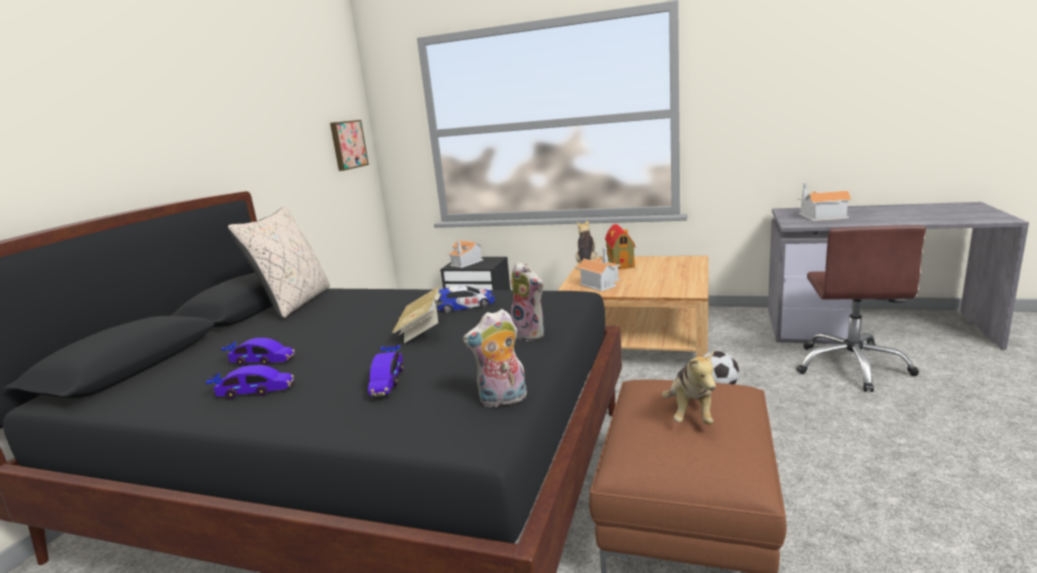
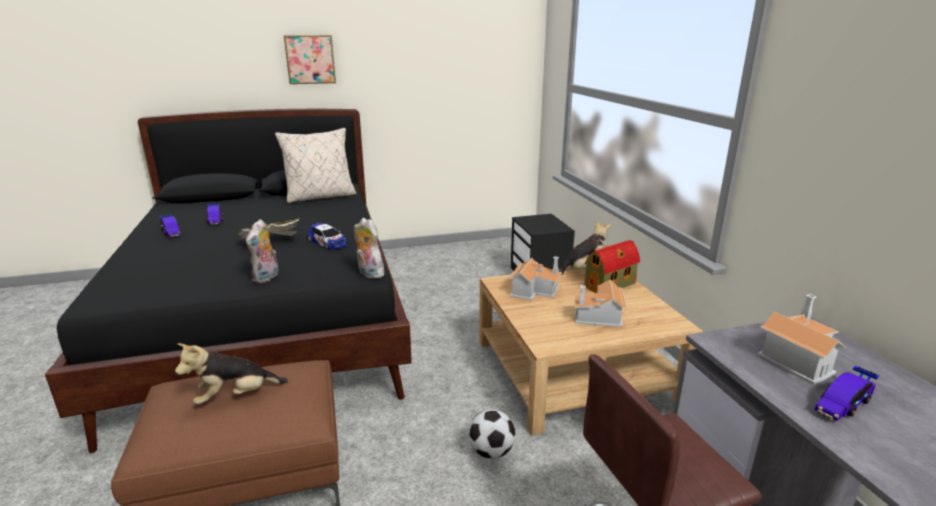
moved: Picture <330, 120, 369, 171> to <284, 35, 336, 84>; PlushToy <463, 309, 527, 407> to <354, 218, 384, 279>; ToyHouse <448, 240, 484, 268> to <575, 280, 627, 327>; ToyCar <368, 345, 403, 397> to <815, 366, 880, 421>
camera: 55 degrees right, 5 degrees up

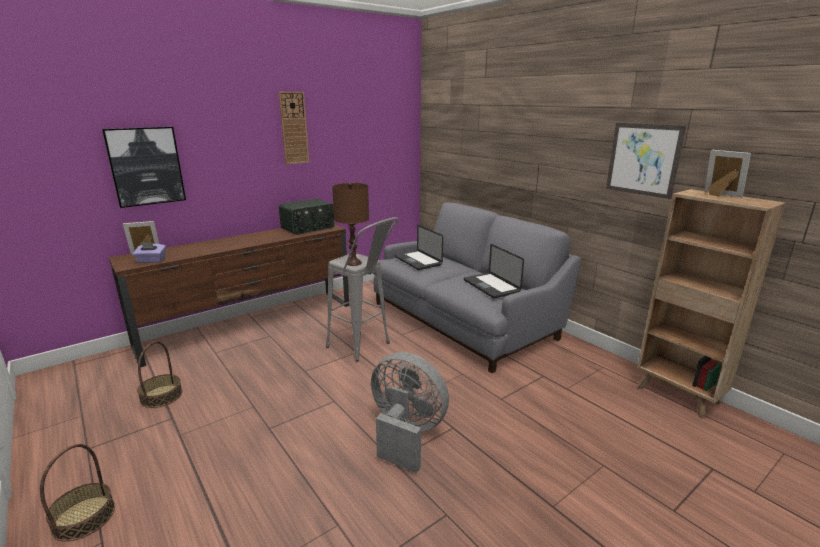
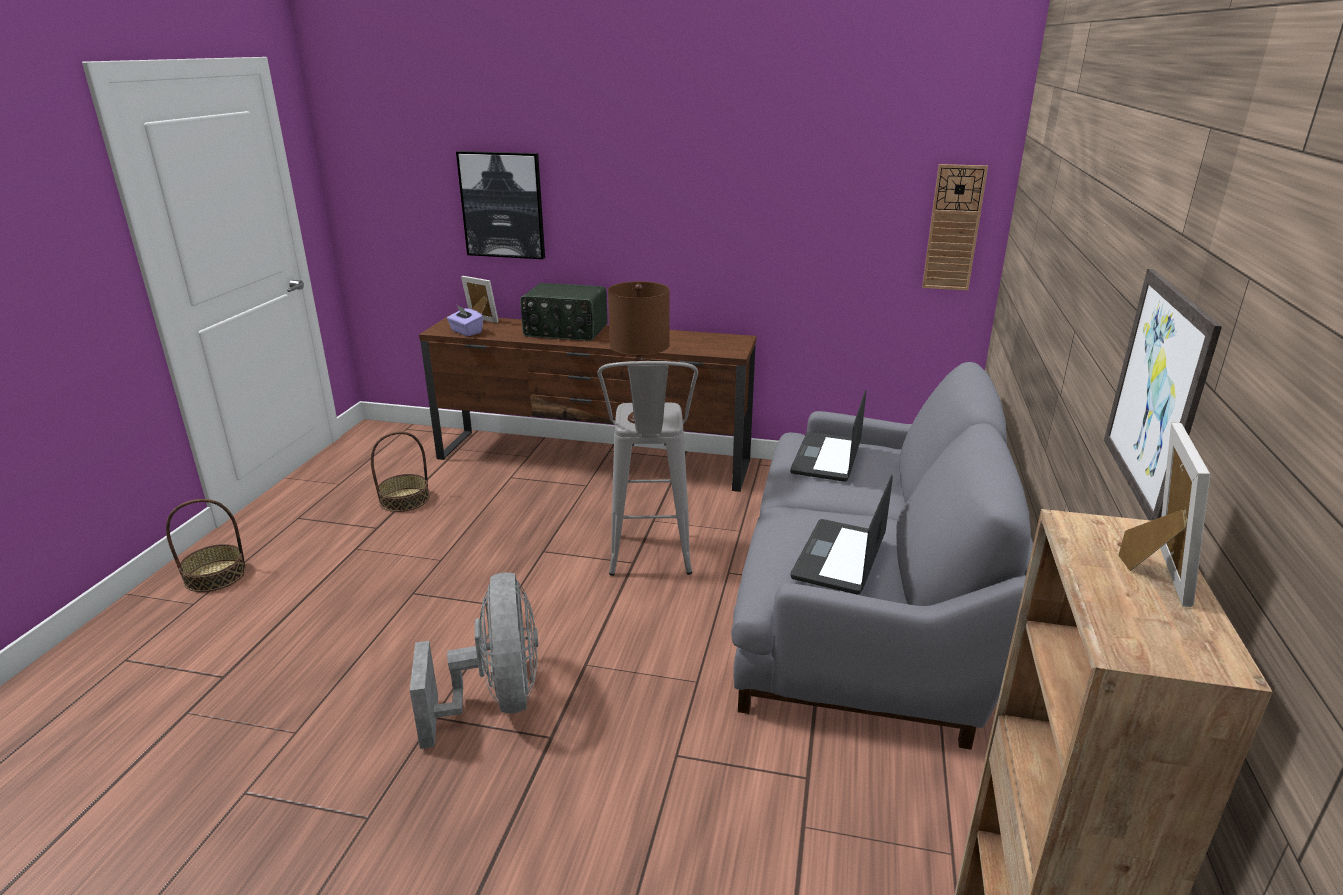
moved: Radio <279, 199, 335, 235> to <520, 283, 608, 341>; WallClock <278, 92, 309, 165> to <922, 164, 988, 291>
camera: 50 degrees right, 5 degrees up

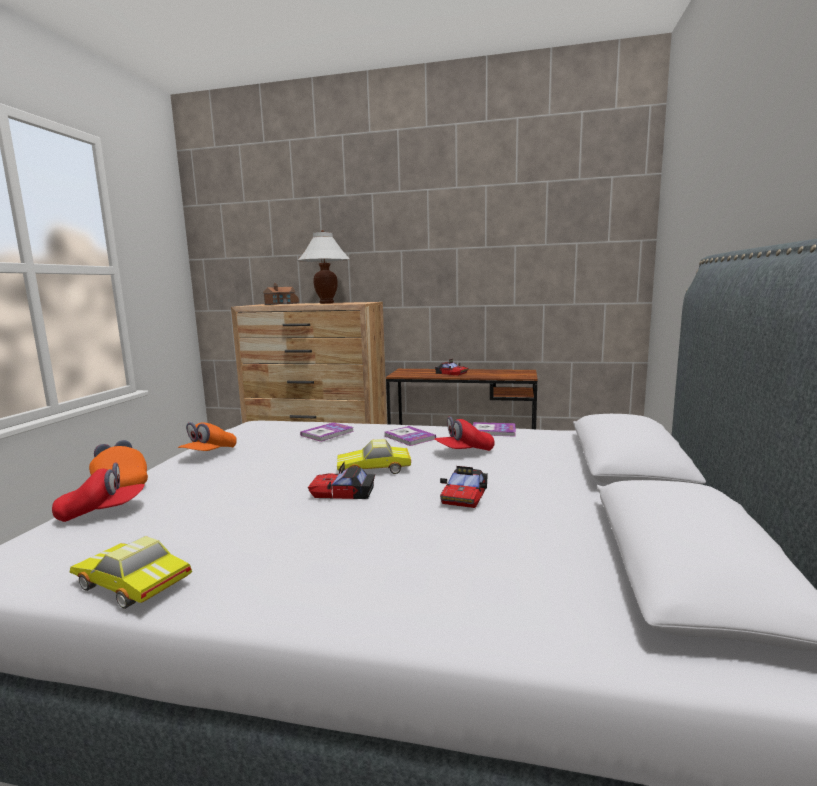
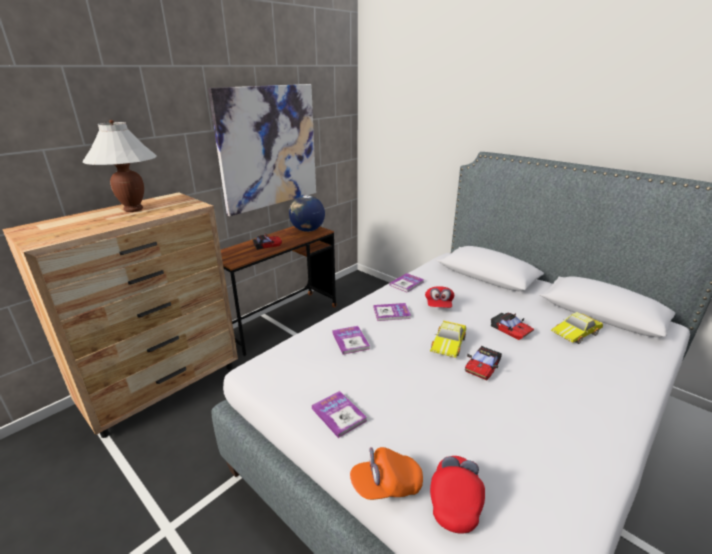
removed: ToyHouse <263, 283, 299, 305>
added: Picture <208, 84, 316, 216>; Globe <289, 195, 325, 232>
moved: ToyCar <70, 536, 192, 609> to <551, 312, 603, 344>
replaced: OrangeCap <178, 422, 237, 451> to Book <312, 391, 367, 438>
camera: 60 degrees left, 15 degrees up

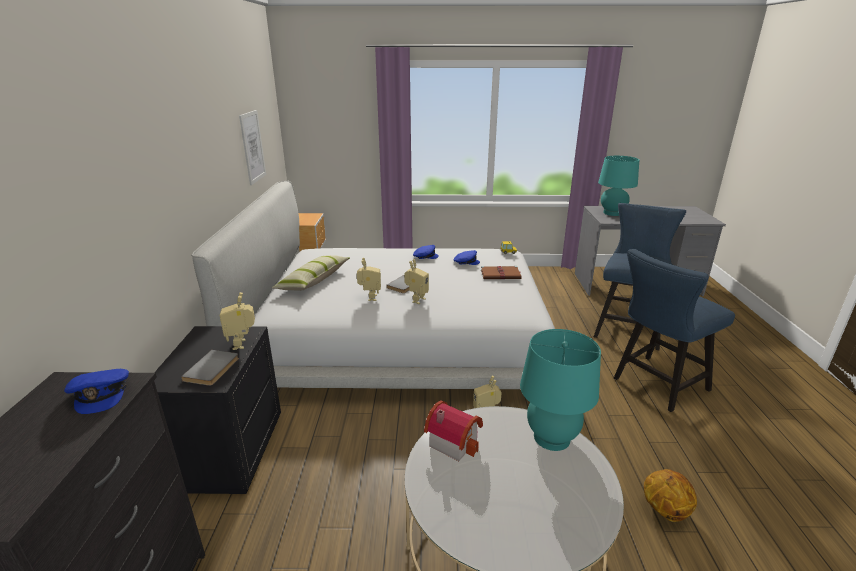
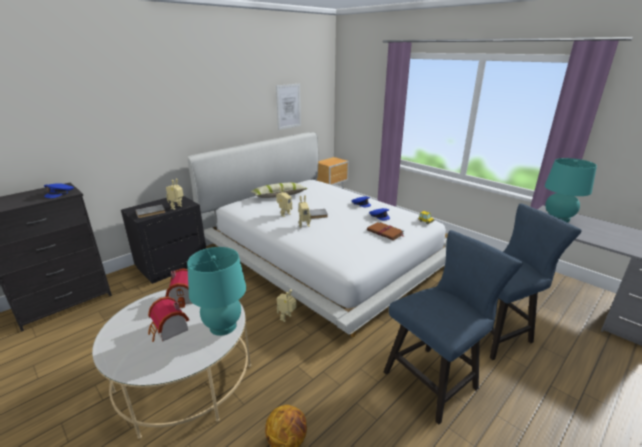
added: ToyHouse <148, 297, 189, 342>
turned: BlueChair <614, 249, 735, 412> = <384, 230, 523, 424> 135 degrees clockwise
camera: 45 degrees right, 0 degrees up

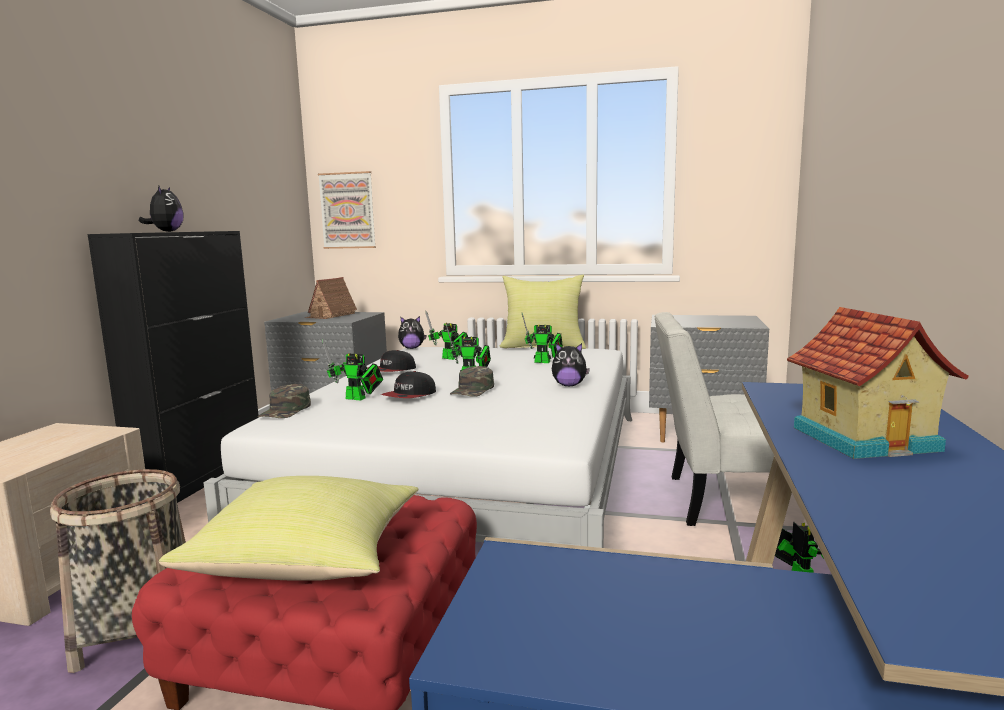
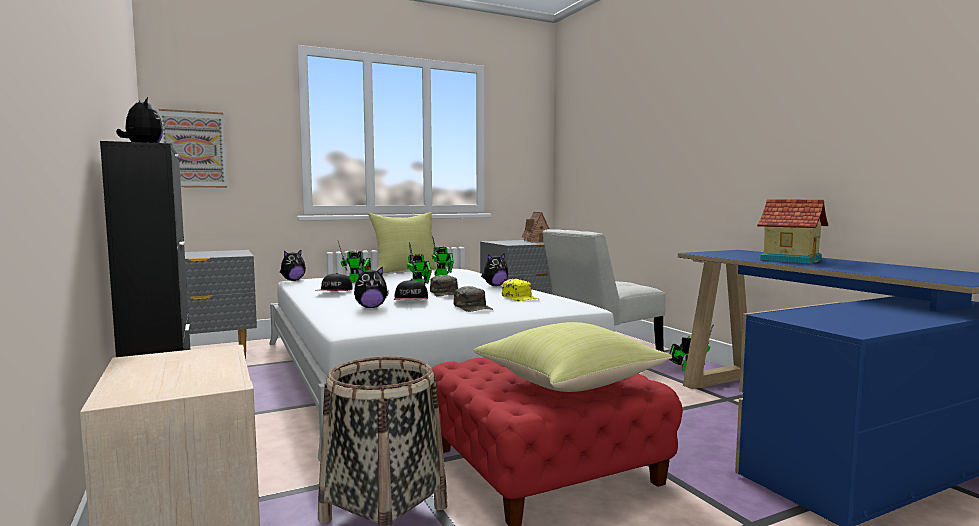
added: YellowCap <502, 279, 538, 301>
moved: GreenCap <257, 384, 311, 418> to <454, 286, 493, 312>; ToyHouse <305, 277, 357, 319> to <522, 211, 549, 242>
replaced: ToyRobot <322, 339, 383, 401> to PlushToy <354, 266, 389, 308>
camera: 40 degrees left, 5 degrees down

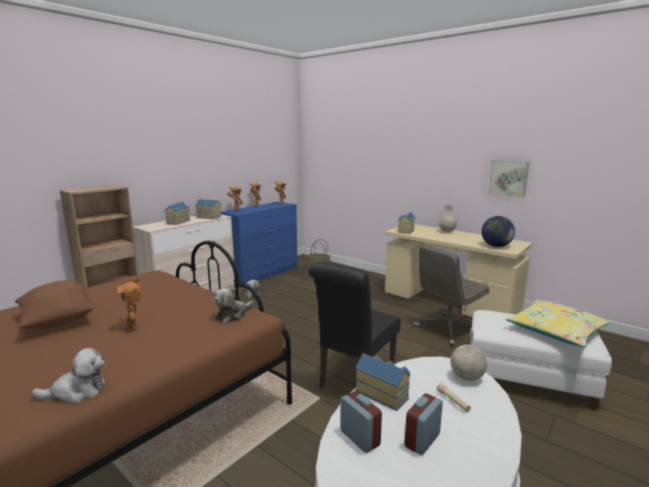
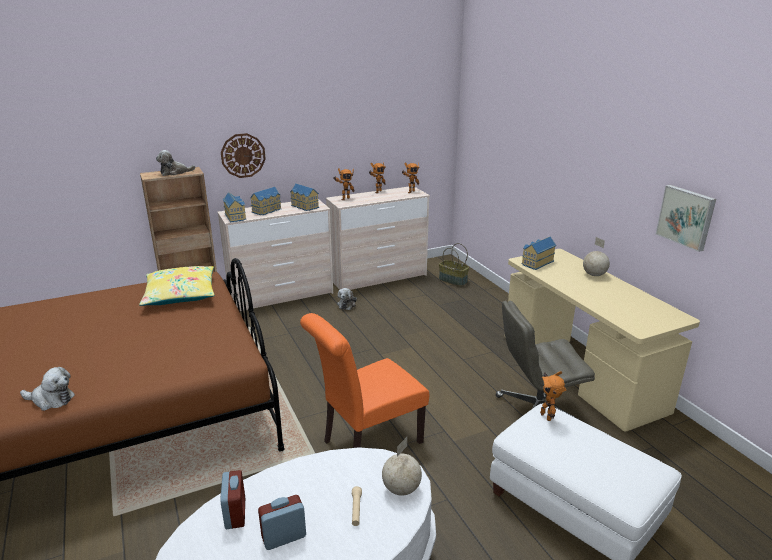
removed: BrownPillow <15, 280, 95, 329>; Globe <481, 216, 515, 247>
added: WallClock <221, 133, 266, 178>
moved: YellowPillow <505, 300, 611, 347> to <139, 266, 214, 306>; PlushToy <214, 288, 254, 323> to <156, 150, 195, 176>; ToyHouse <355, 353, 410, 411> to <223, 192, 246, 222>; ToyRobot <117, 278, 141, 330> to <540, 371, 566, 421>
recoloured: BlackChair <309, 262, 401, 388> to OrangeChair <300, 313, 429, 448>; BlueDresser <221, 202, 298, 288> to BeigeDresser <326, 187, 430, 290>
camera: 25 degrees right, 10 degrees up

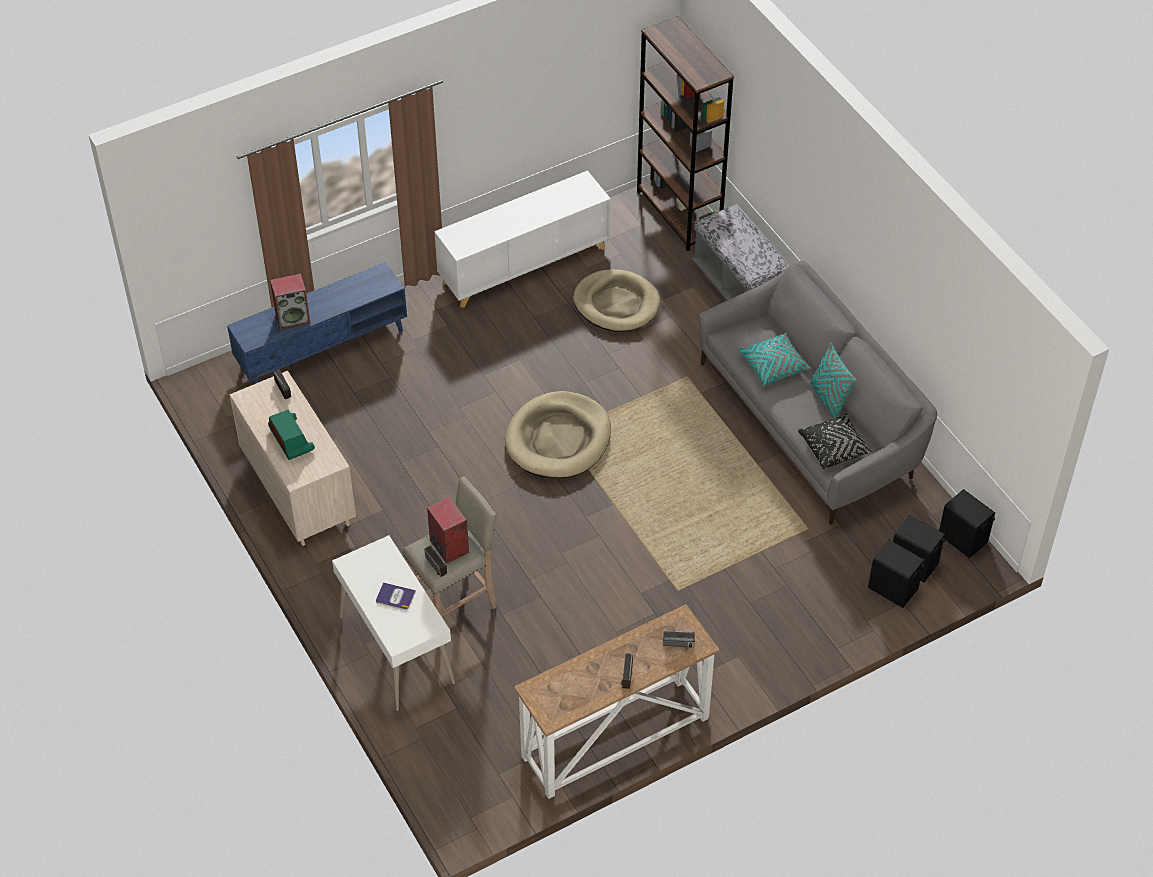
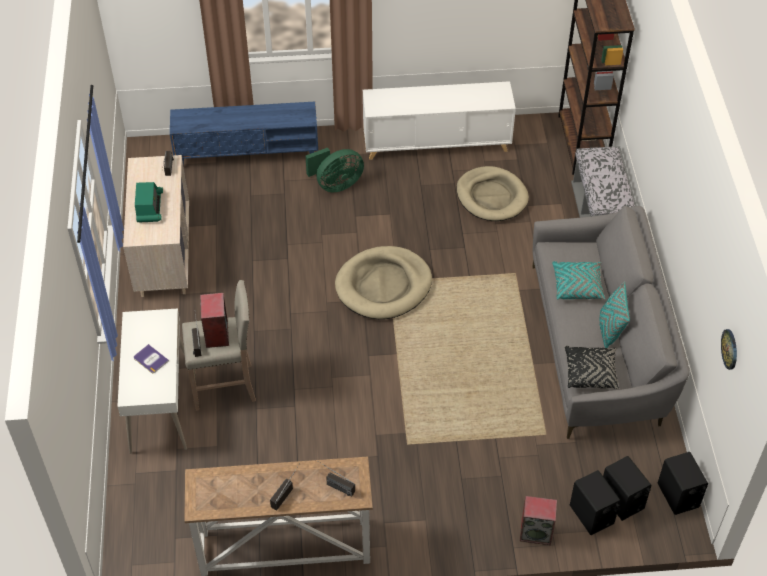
added: GreenFan <305, 148, 364, 192>; WallClock <721, 329, 737, 370>
moved: Speaker <270, 274, 310, 330> to <520, 496, 557, 545>
camera: 25 degrees right, 0 degrees up

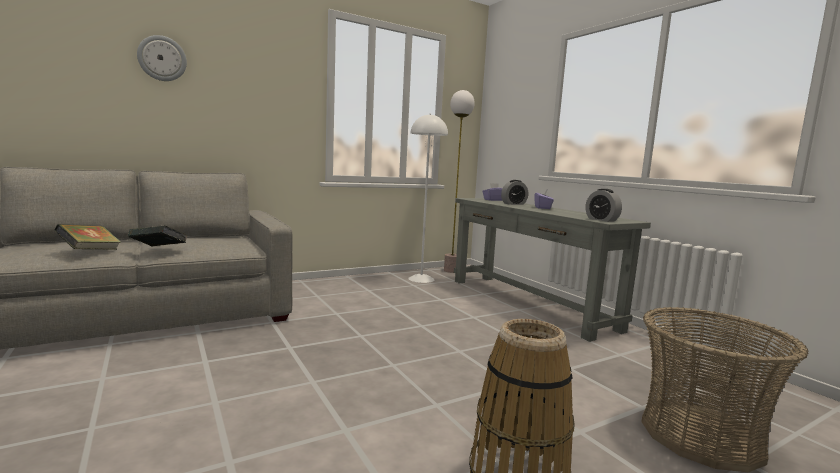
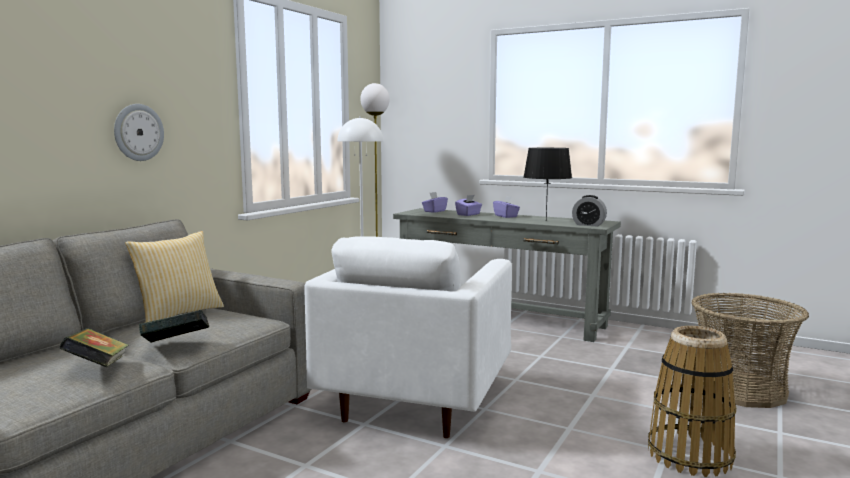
added: Pillow <125, 231, 224, 322>; WhiteArmchair <304, 236, 512, 438>; BlackTableLamp <524, 148, 572, 221>
moved: WallClock <137, 35, 187, 81> to <114, 104, 164, 161>
replaced: AlarmClock <501, 180, 528, 205> to PurpleTissueBox <455, 195, 482, 216>
camera: 30 degrees left, 0 degrees up

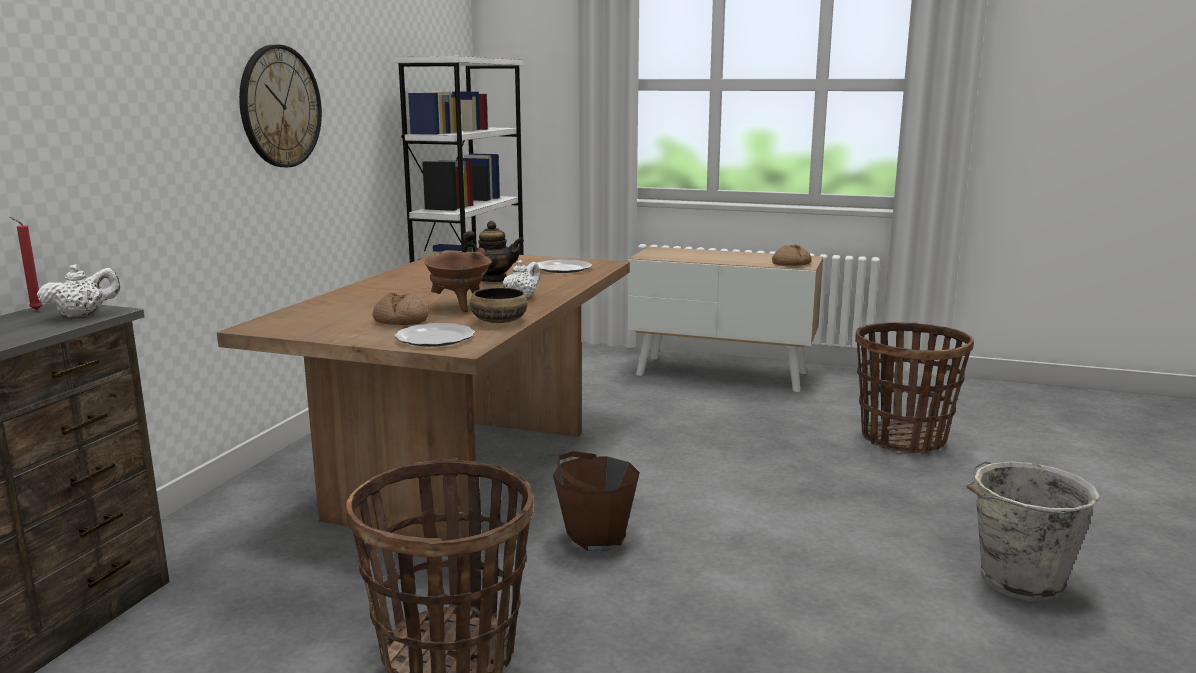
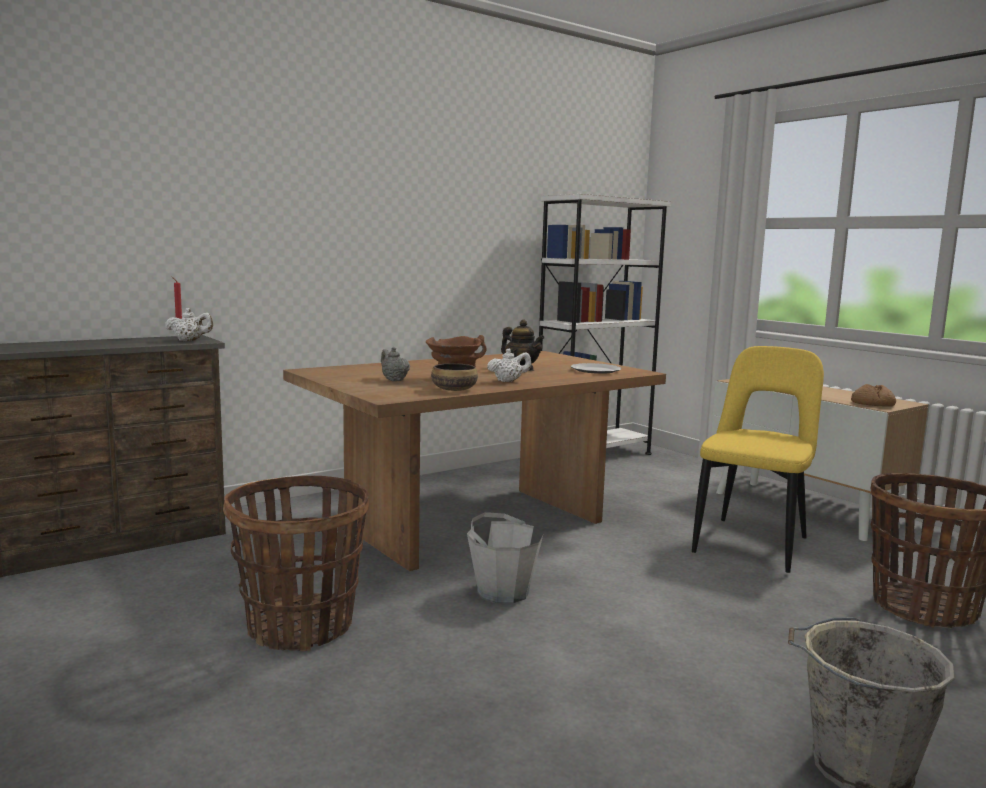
removed: WallClock <239, 45, 322, 167>; Plate <394, 323, 475, 347>
added: YellowChair <692, 346, 824, 573>
replaced: Bread <373, 292, 428, 325> to GreyTeapot <381, 347, 410, 381>
recoloured: BrownBucket <553, 451, 640, 551> to GreyBucket <467, 512, 543, 603>
camera: 35 degrees right, 5 degrees down

